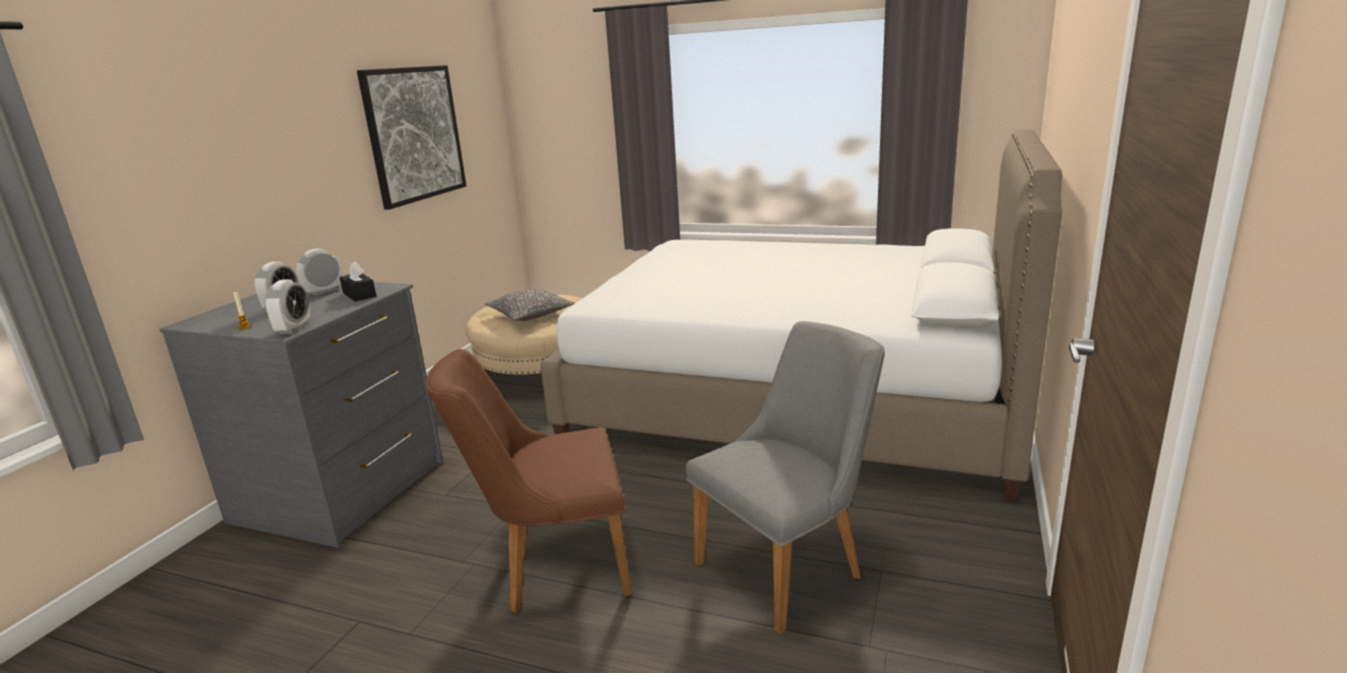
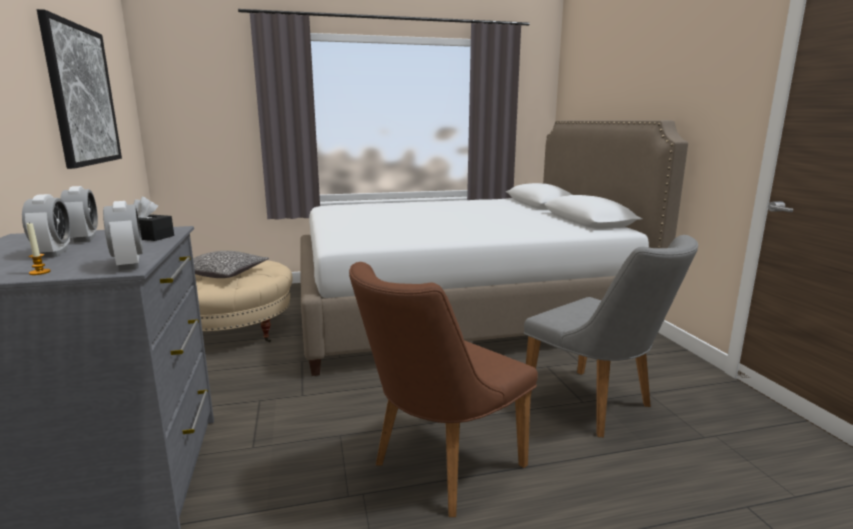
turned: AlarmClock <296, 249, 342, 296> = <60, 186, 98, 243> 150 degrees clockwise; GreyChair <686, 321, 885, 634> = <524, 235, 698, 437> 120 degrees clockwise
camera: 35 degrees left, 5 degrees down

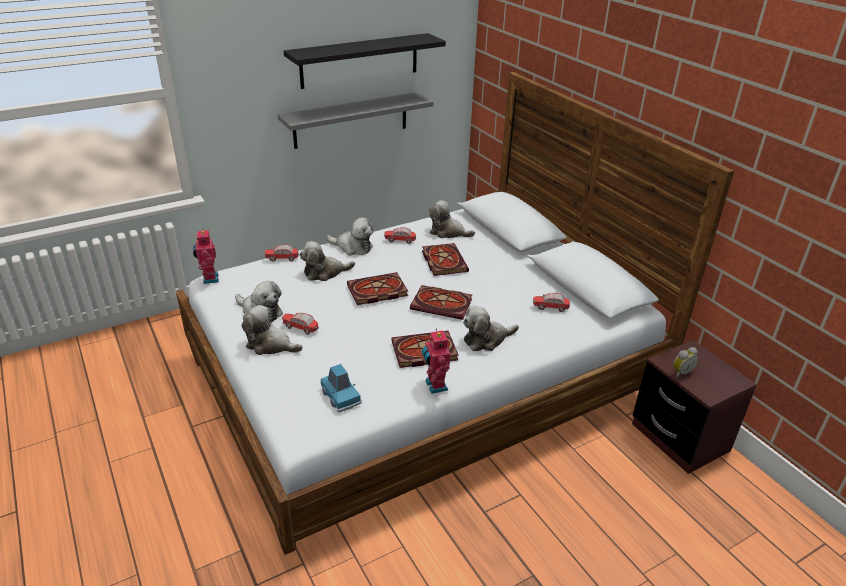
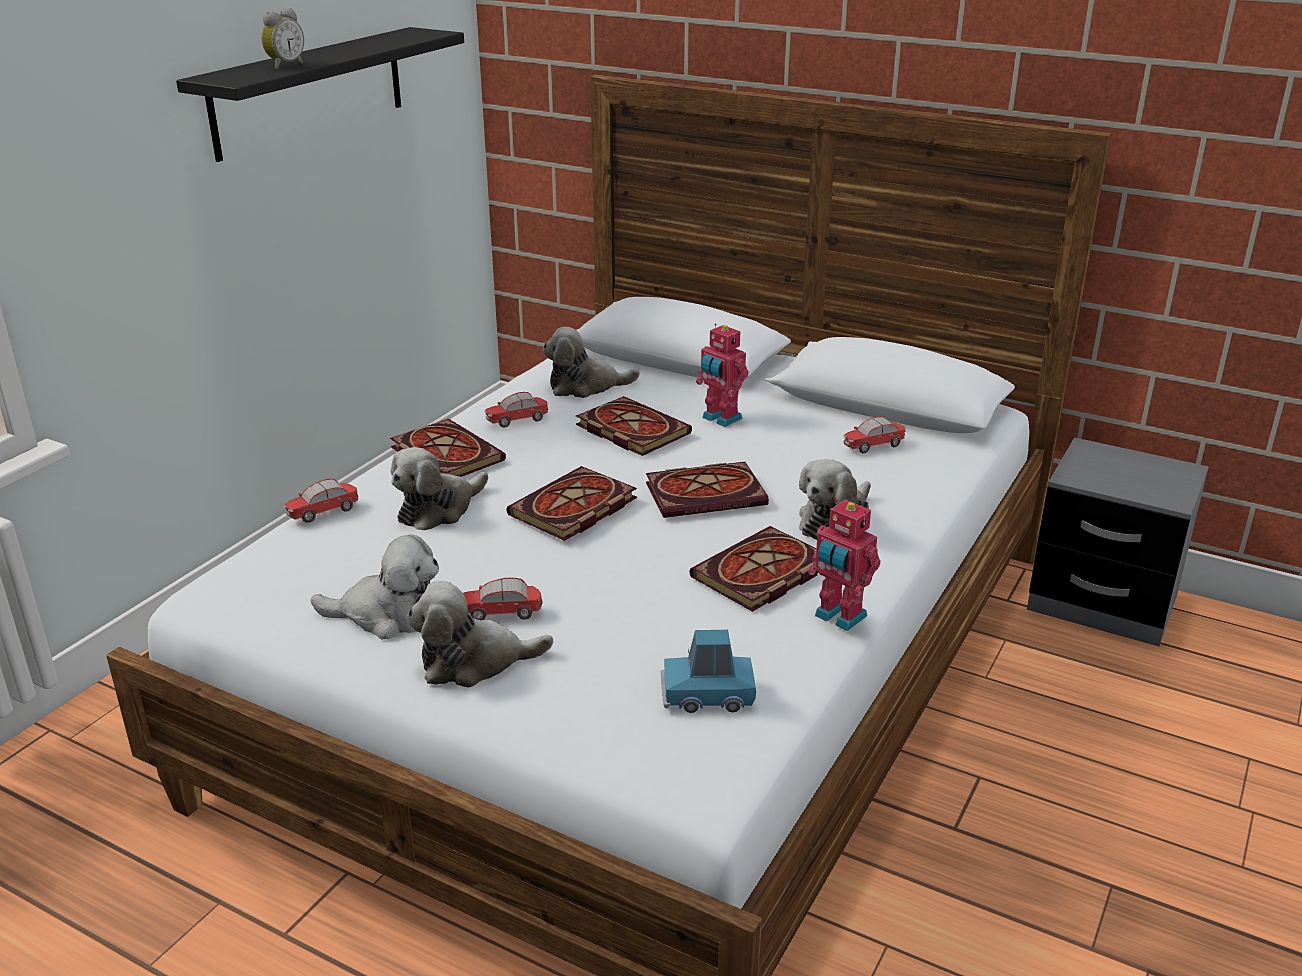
removed: GreyShelf <277, 92, 434, 149>
moved: AlarmClock <673, 347, 698, 378> to <261, 8, 304, 69>; ToyRobot <193, 228, 219, 284> to <696, 323, 749, 427>
replaced: PlushToy <326, 217, 373, 256> to Book <390, 419, 506, 477>
recoloured: BrownNightstand <632, 340, 757, 474> to GreyNightstand <1027, 437, 1209, 646>
turned: BlueToyCar <321, 364, 362, 413> = <660, 630, 756, 713> 150 degrees clockwise
camera: 30 degrees left, 5 degrees down

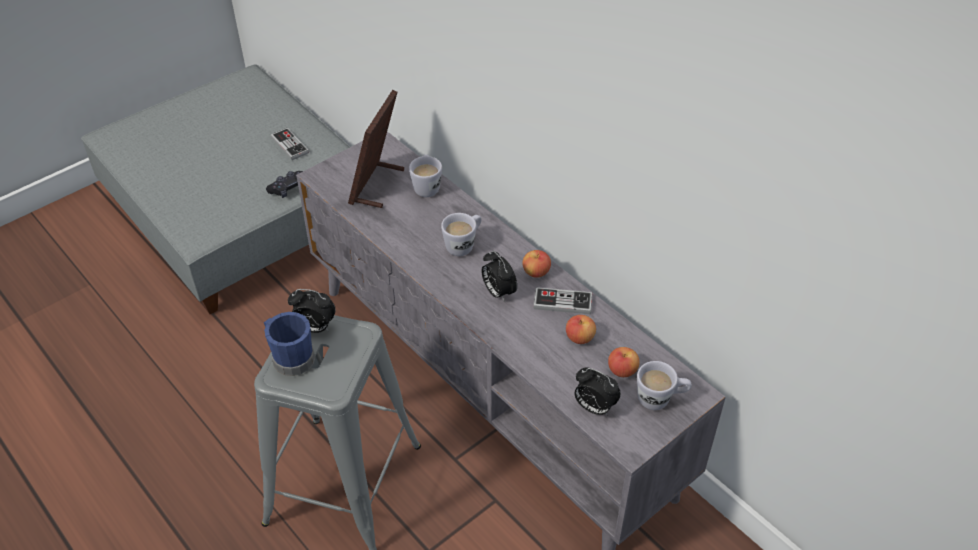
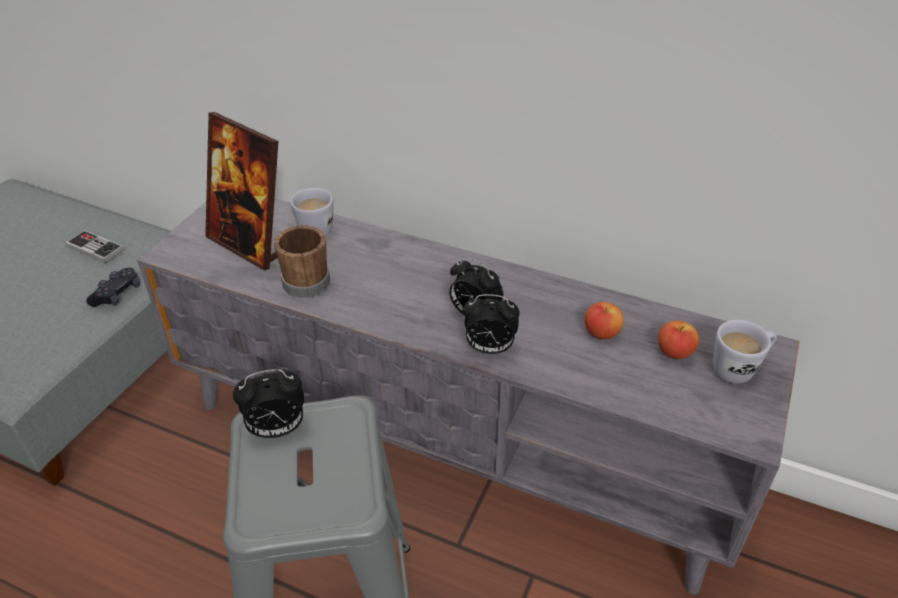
removed: BlueMug <264, 312, 315, 376>; WhiteMug <441, 213, 482, 256>; Apple <523, 250, 551, 278>; GameController <533, 287, 592, 314>
added: BrownMug <274, 225, 330, 298>
moved: AlarmClock <575, 367, 621, 416> to <463, 294, 520, 354>
turned: PictureFrame <348, 90, 404, 208> = <205, 112, 278, 270> 45 degrees counterclockwise
camera: 25 degrees left, 5 degrees down

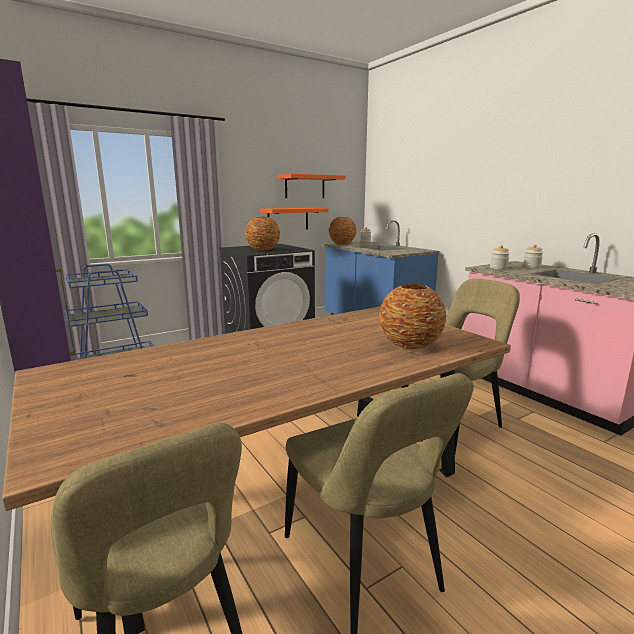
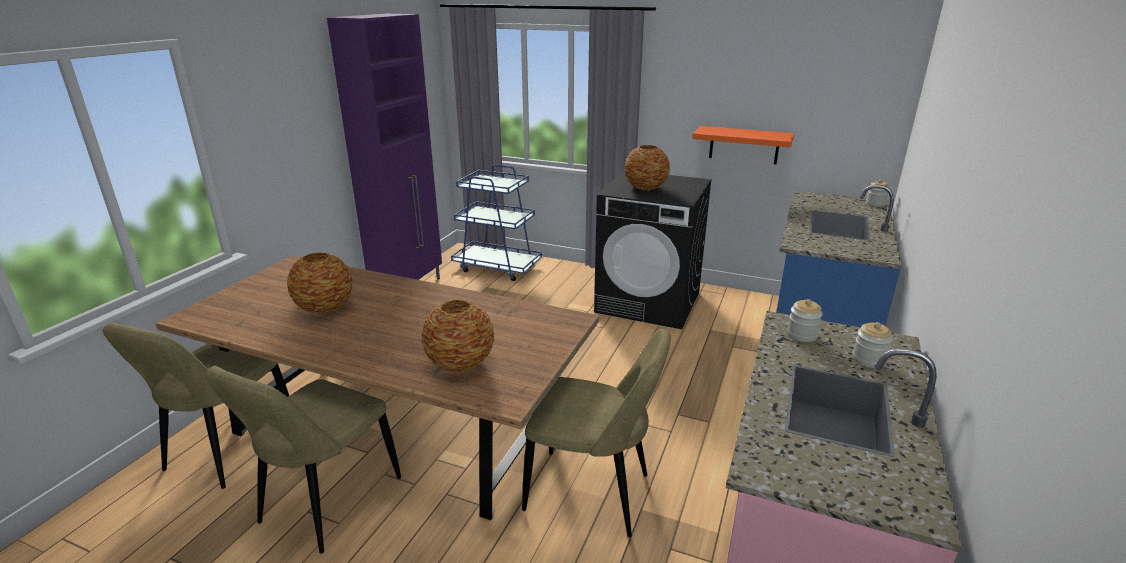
removed: OrangeShelf <278, 174, 346, 198>
moved: Vase <329, 217, 356, 244> to <287, 252, 352, 314>
camera: 55 degrees right, 10 degrees up

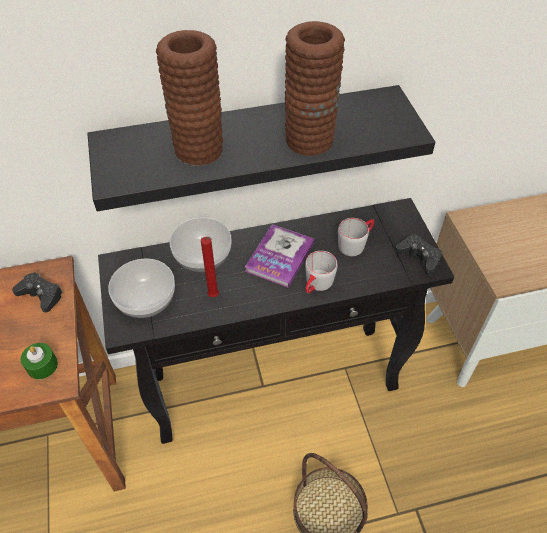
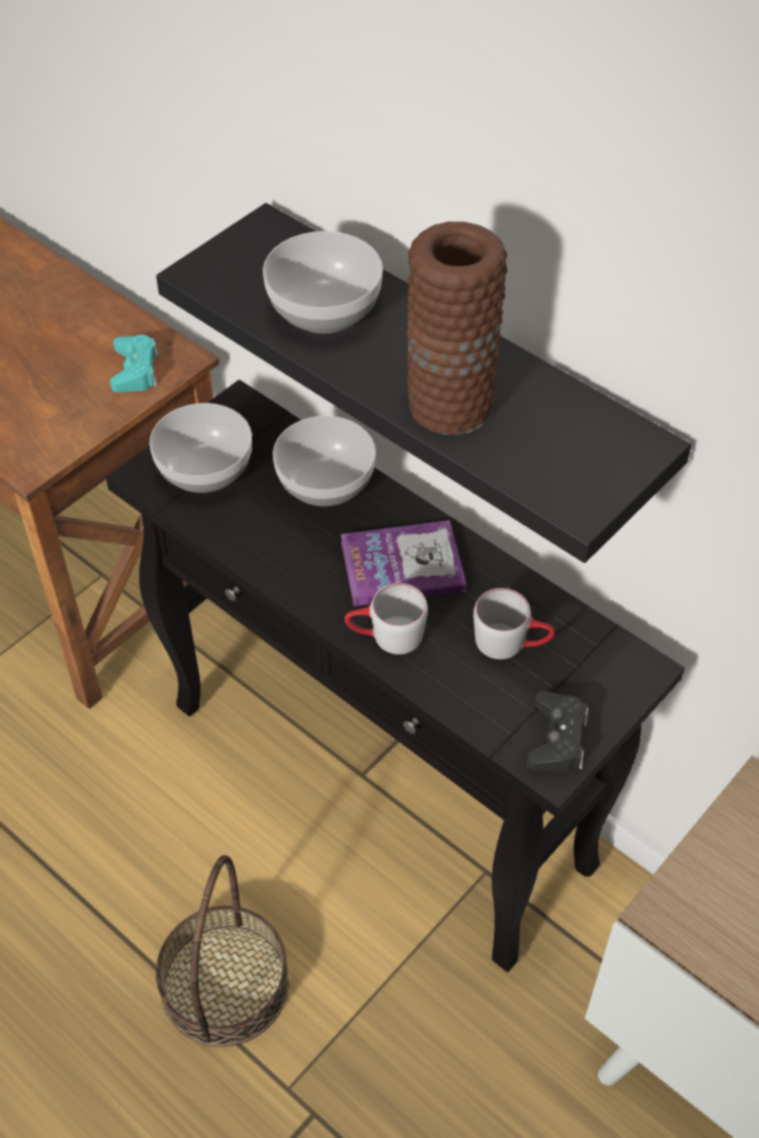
removed: GreenCandle <21, 343, 58, 379>; RedCandle <201, 237, 219, 297>
replaced: BrownVase <156, 30, 223, 166> to Bowl <263, 231, 383, 333>
recoloured: BlackGameController <12, 272, 63, 313> to TurquoiseGameController <110, 335, 158, 392>
camera: 55 degrees right, 0 degrees up

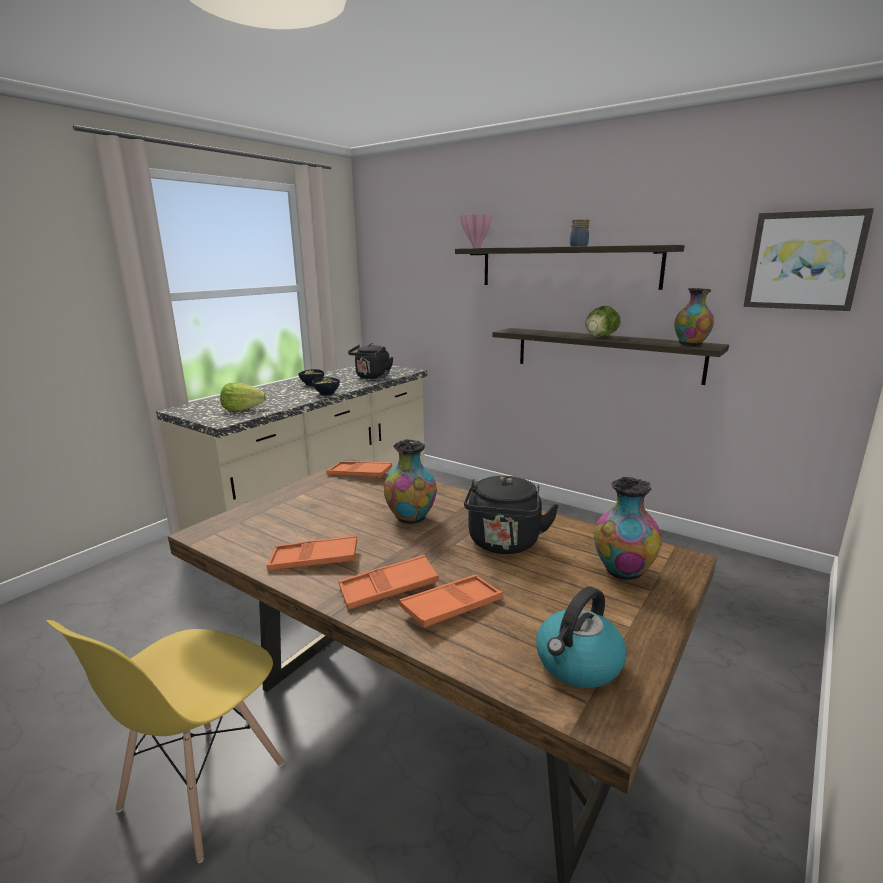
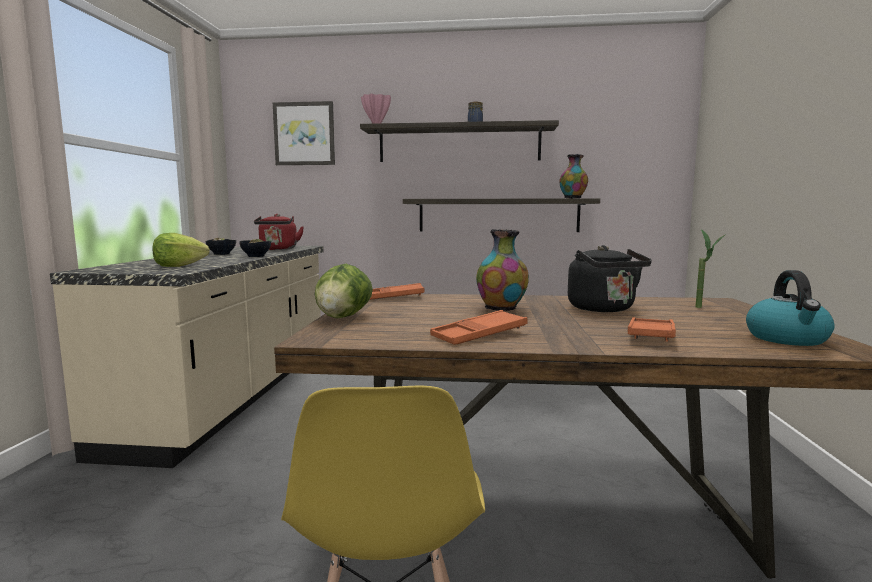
removed: OrangeTray <339, 555, 439, 609>
moved: Picture <743, 208, 874, 311> to <273, 101, 335, 165>; Lettuce <585, 305, 621, 338> to <314, 264, 373, 318>
replaced: Vase <594, 477, 662, 581> to PottedPlant <695, 229, 726, 308>
recoloured: BlackKettle <348, 343, 394, 379> to RedKettle <254, 214, 304, 250>
camera: 30 degrees left, 10 degrees down

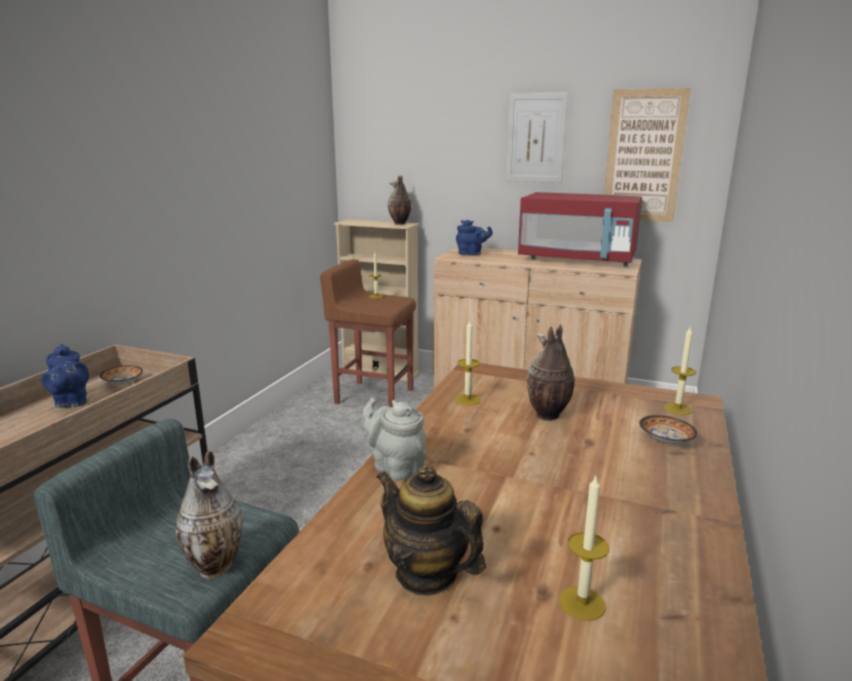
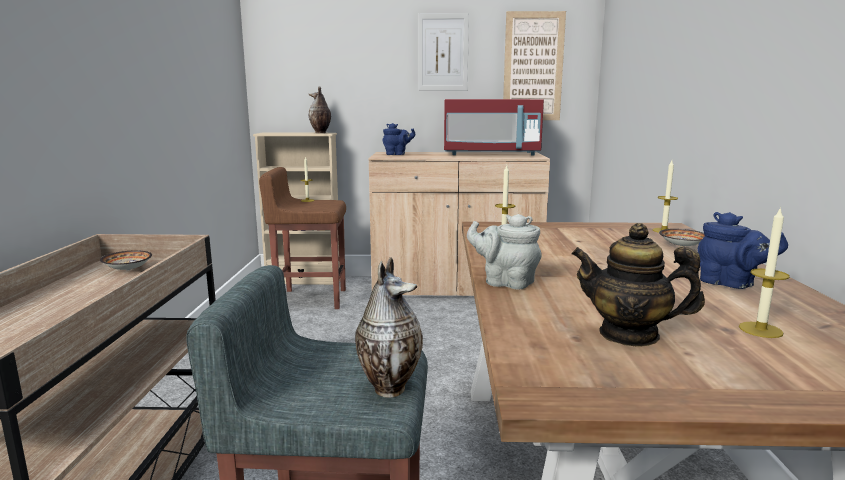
removed: Vase <527, 324, 575, 421>
moved: BlueTeapot <41, 344, 89, 408> to <698, 212, 788, 289>
camera: 20 degrees left, 5 degrees down

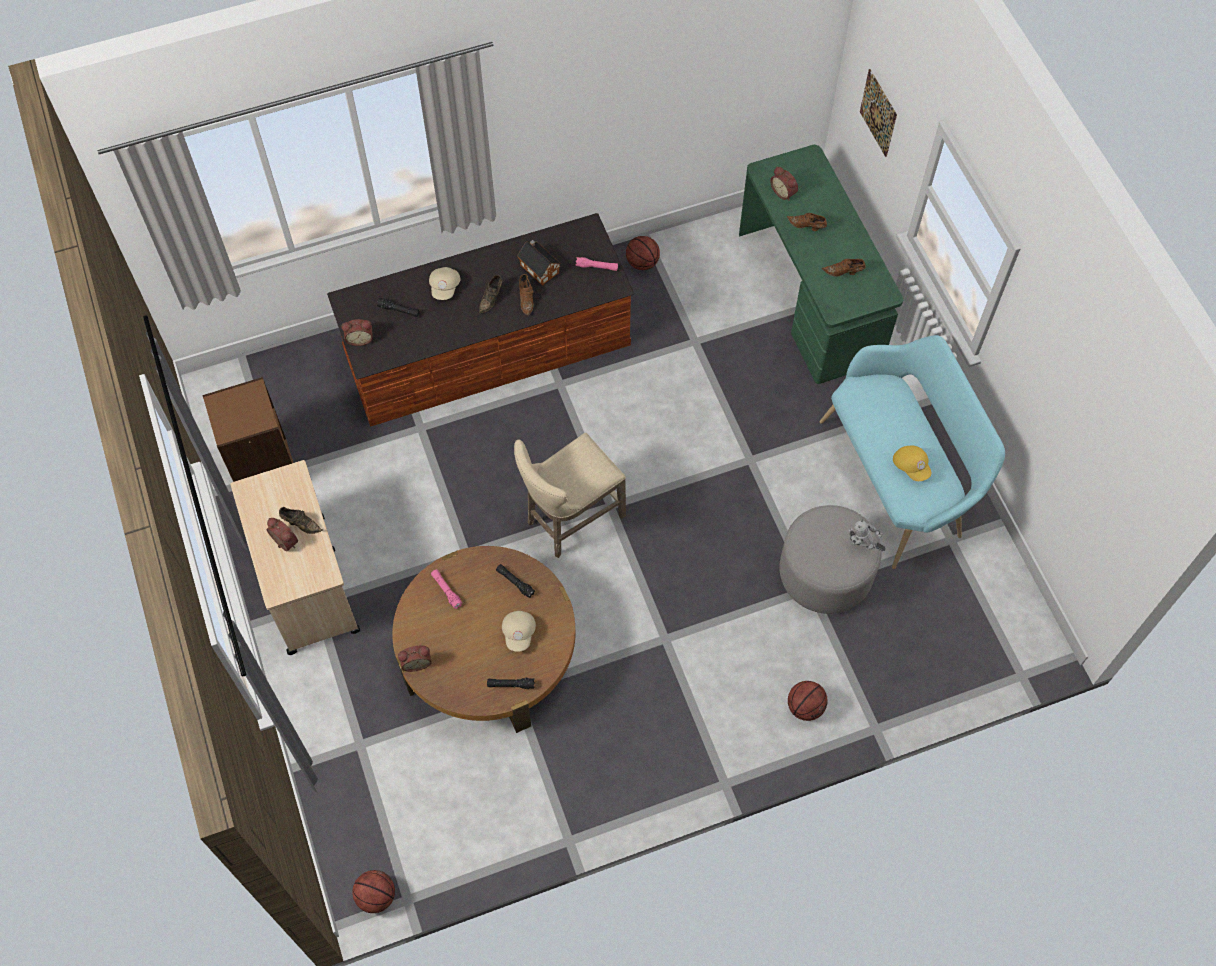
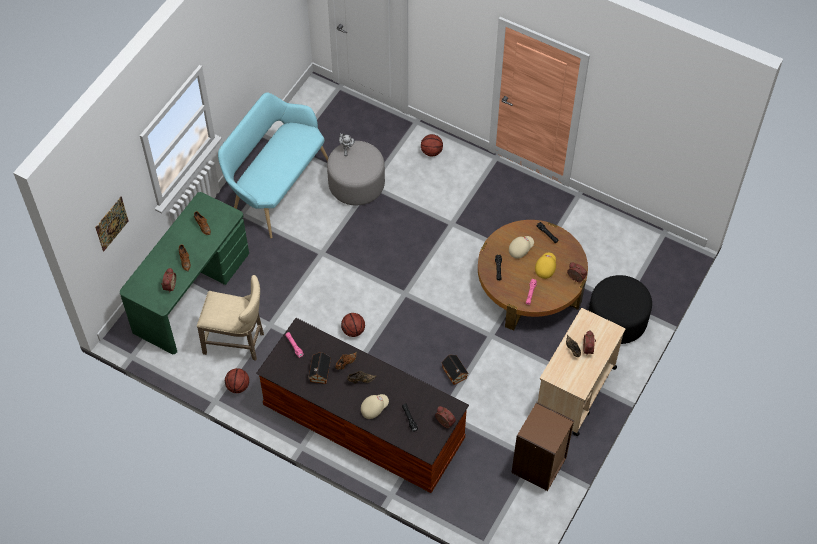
added: ToyHouse <441, 355, 469, 385>; BlackOttoman <588, 275, 652, 344>
moved: BeigeStool <514, 433, 626, 558> to <197, 275, 264, 361>; Basketball <352, 870, 395, 913> to <341, 313, 365, 337>; YellowCap <893, 445, 931, 481> to <535, 252, 556, 279>
camera: 130 degrees left, 5 degrees down

